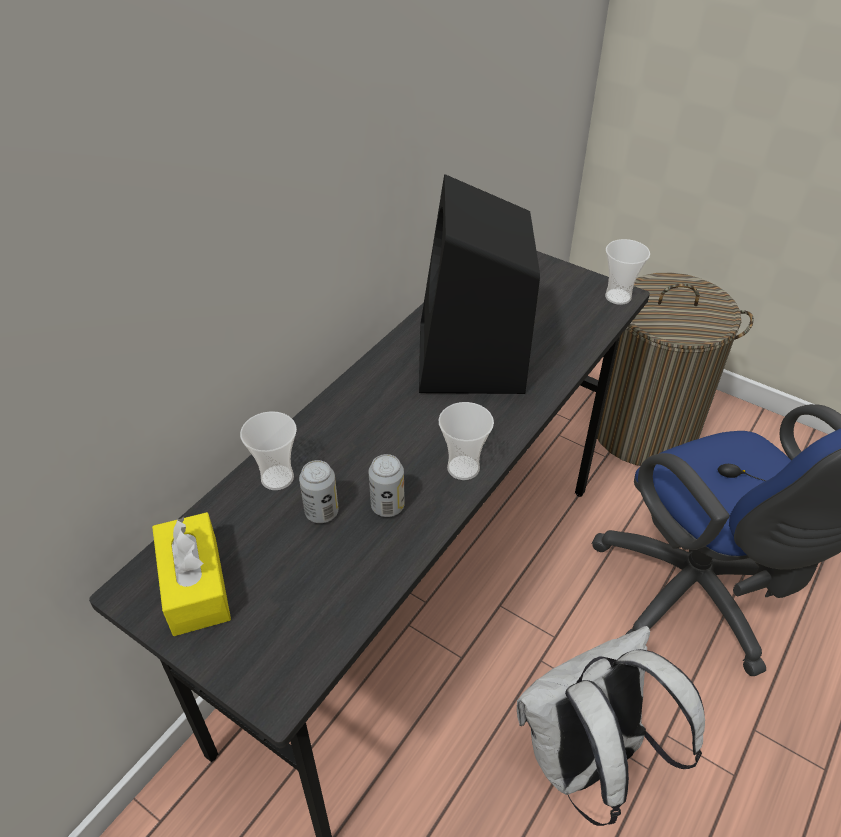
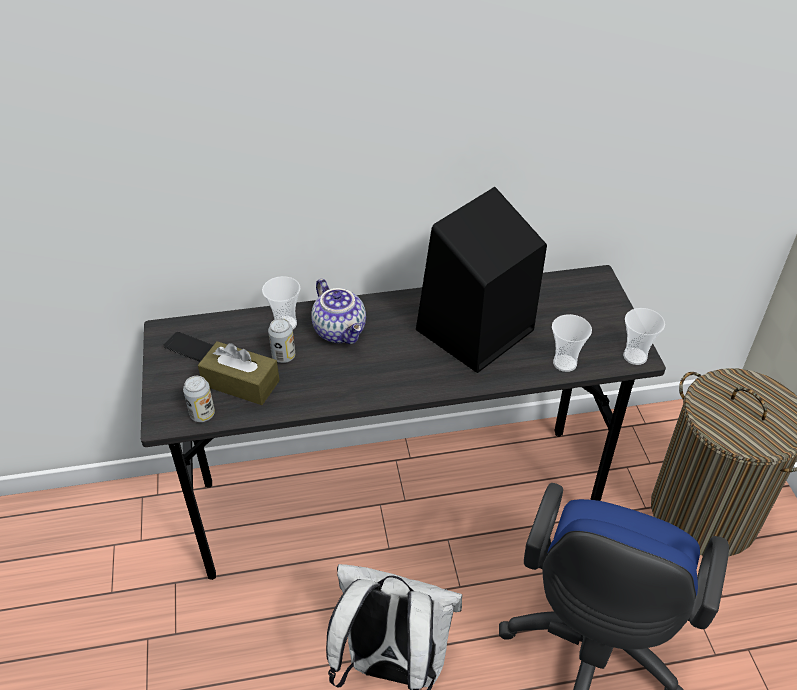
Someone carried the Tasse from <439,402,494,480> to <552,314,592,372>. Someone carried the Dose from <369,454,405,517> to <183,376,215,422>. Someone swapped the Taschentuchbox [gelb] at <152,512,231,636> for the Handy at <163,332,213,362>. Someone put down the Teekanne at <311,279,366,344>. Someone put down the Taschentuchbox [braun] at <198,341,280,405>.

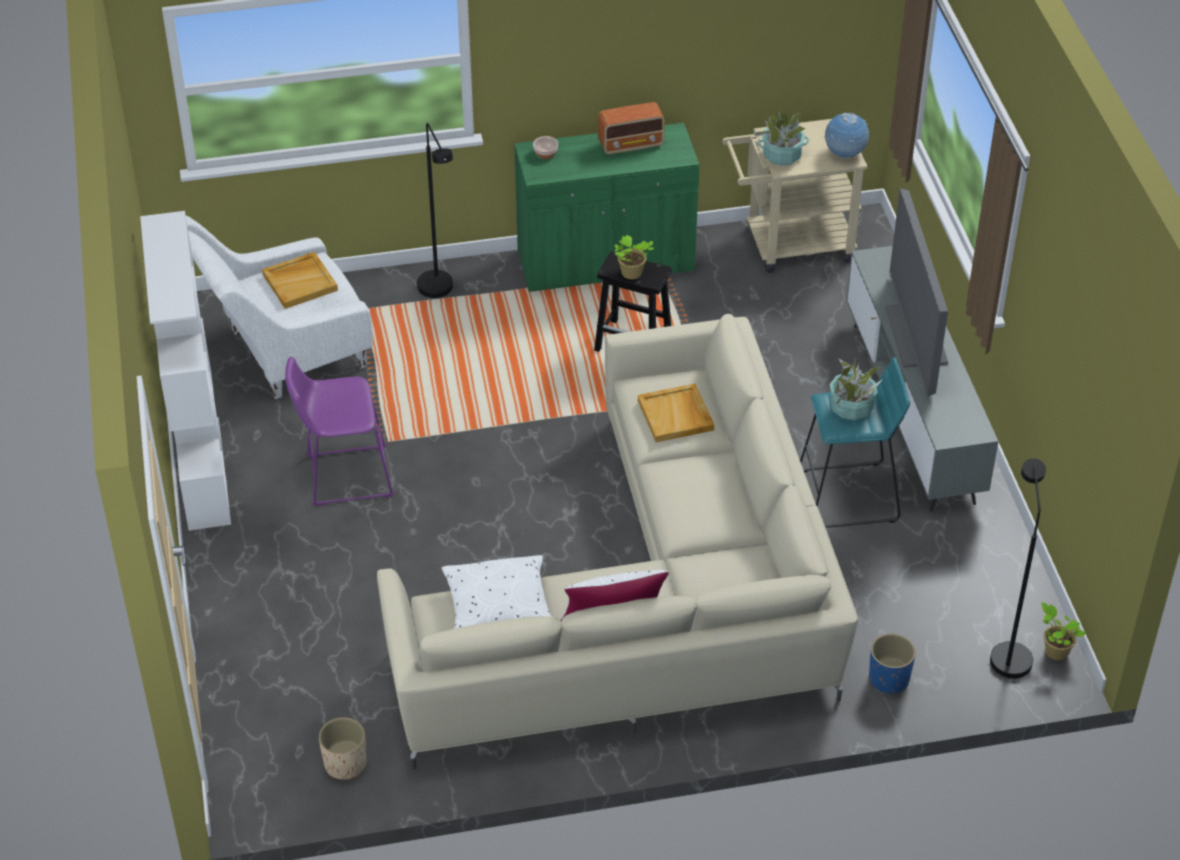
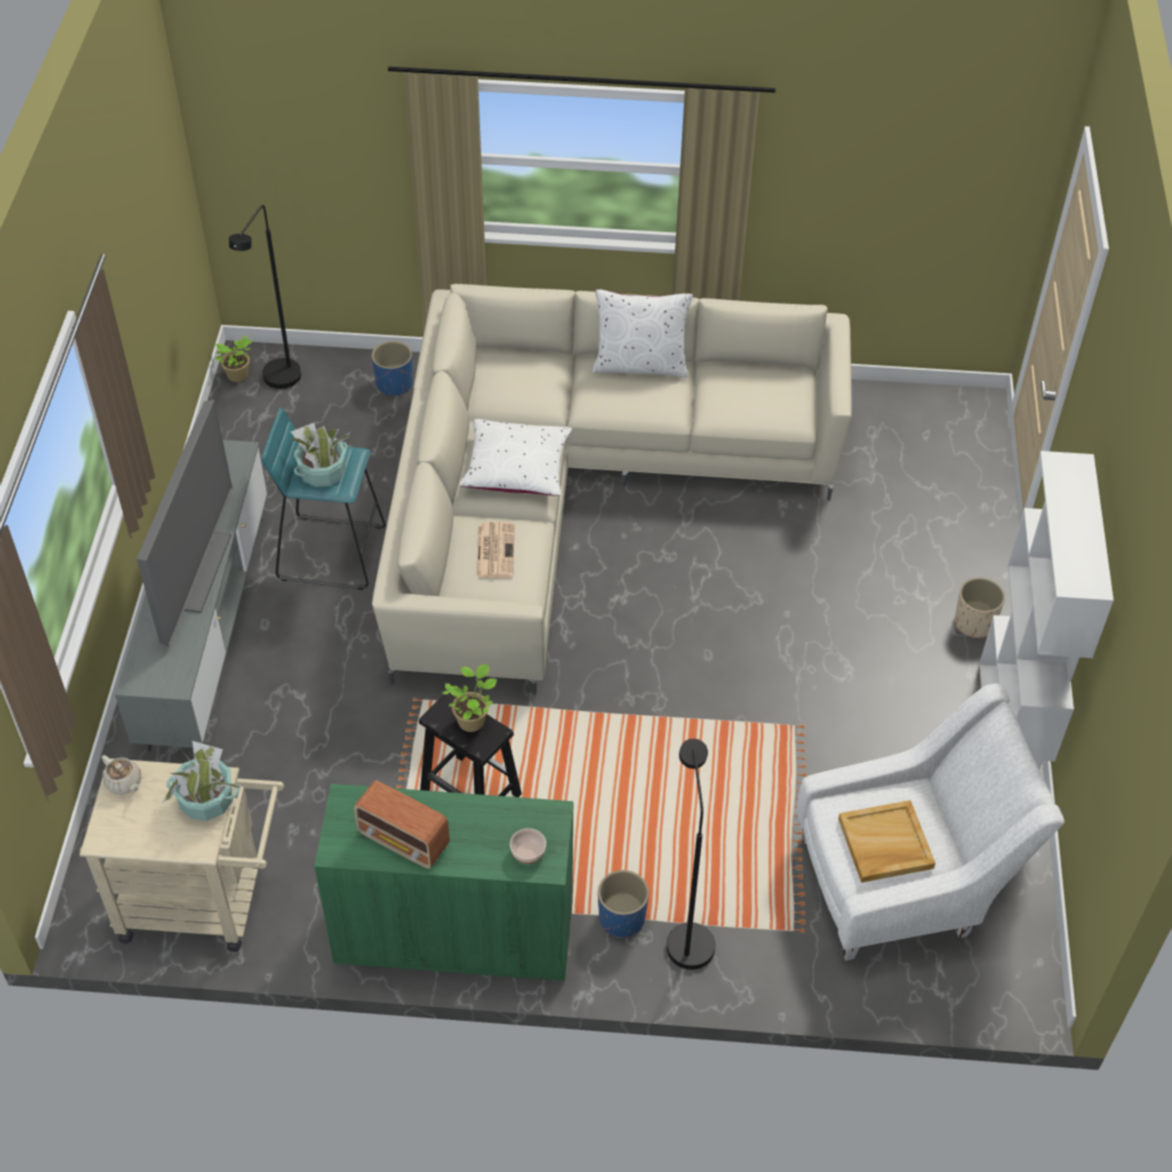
Someone rotated the Radio at <598,102,665,155> by 150 degrees counterclockwise. Someone swapped the Globus at <825,113,869,158> for the Teekanne [beige] at <102,755,142,795>. Someone took away the Hocker [lila] at <285,357,394,506>. Someone swapped the Tablett [beige] at <638,384,714,442> for the Zeitung at <476,522,514,578>. Someone carried the Kissen [weiß] from <442,555,552,629> to <459,419,572,496>. Someone carried the Pflanzkübel [beige] from <319,717,366,780> to <955,578,1005,638>. Someone put down the Pflanzkübel [blau] at <598,870,649,938>.

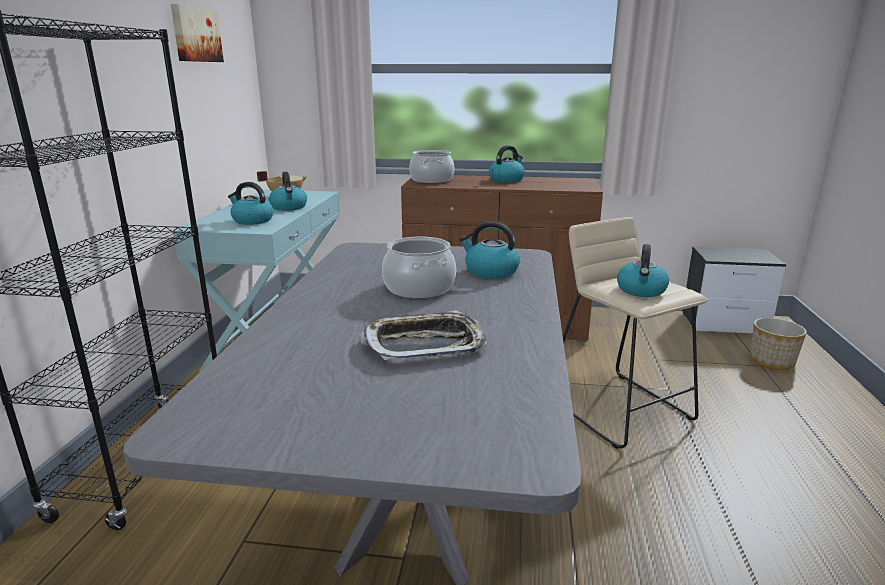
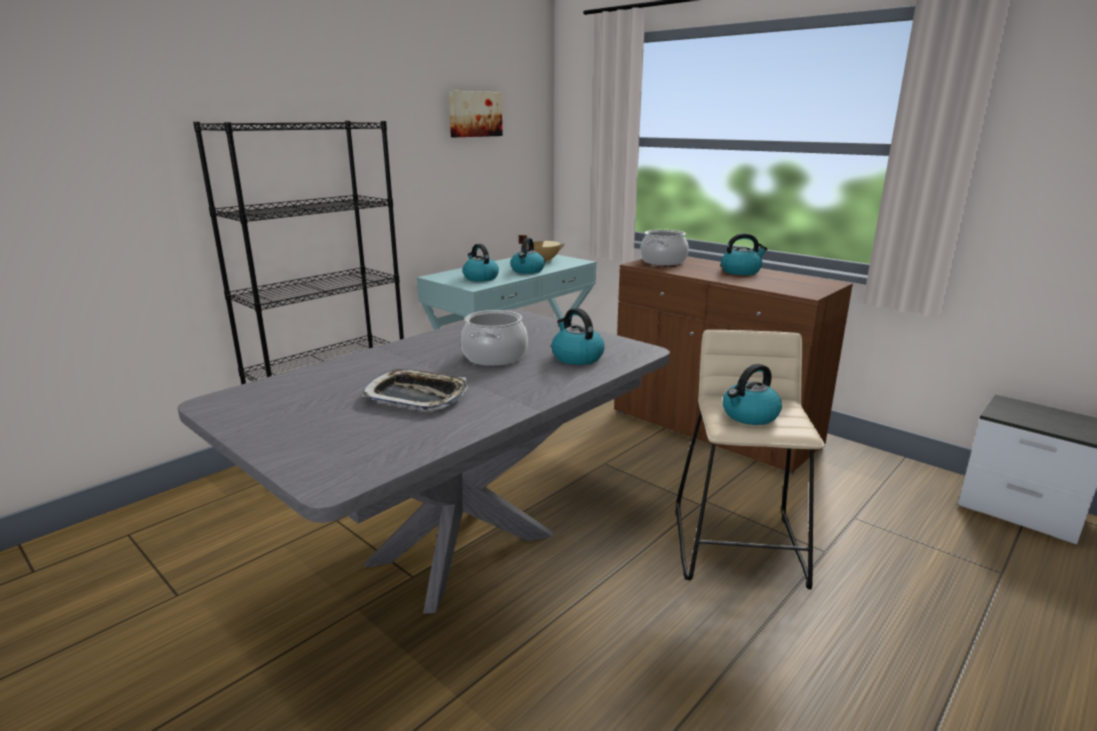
Someone took away the Pflanzkübel at <750,318,807,370>.

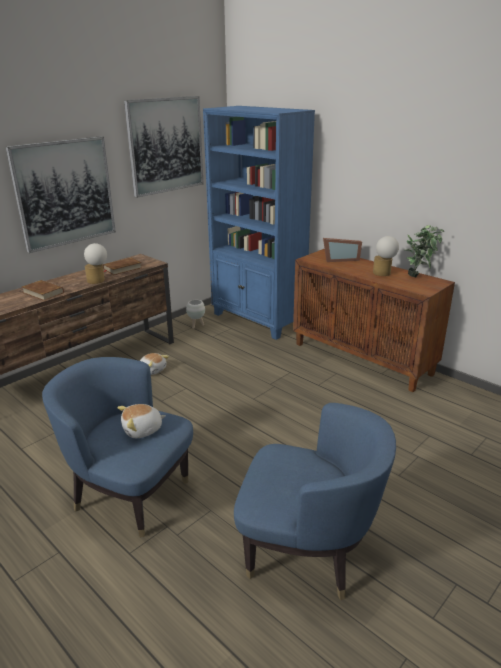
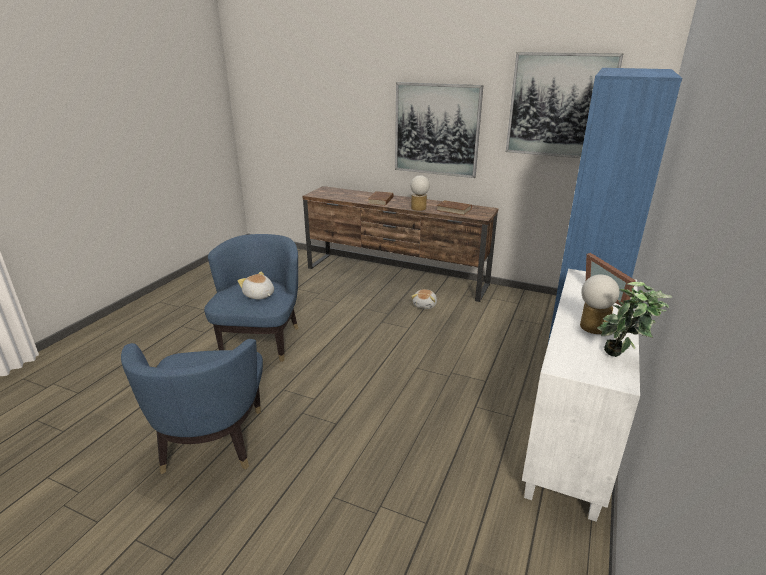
Someone repainted the Schrank [braun] at <293,249,455,392>, which became the Schrank [weiß] at <522,269,640,522>. Someone took away the Pflanzkübel [weiß] at <186,300,205,329>.

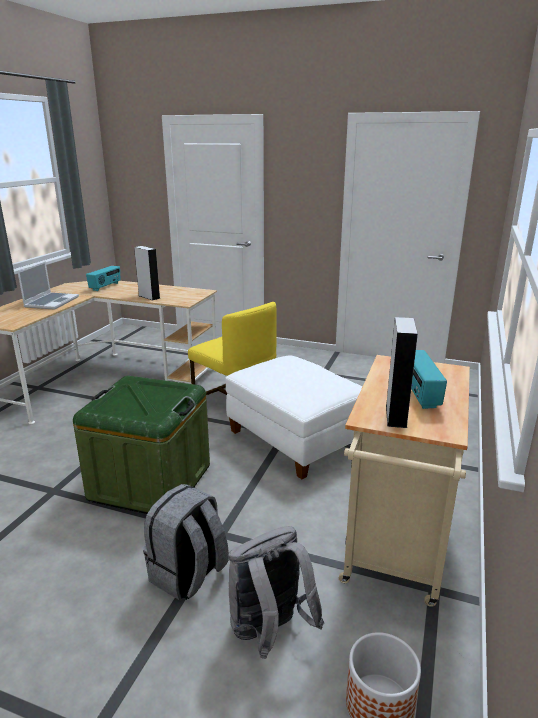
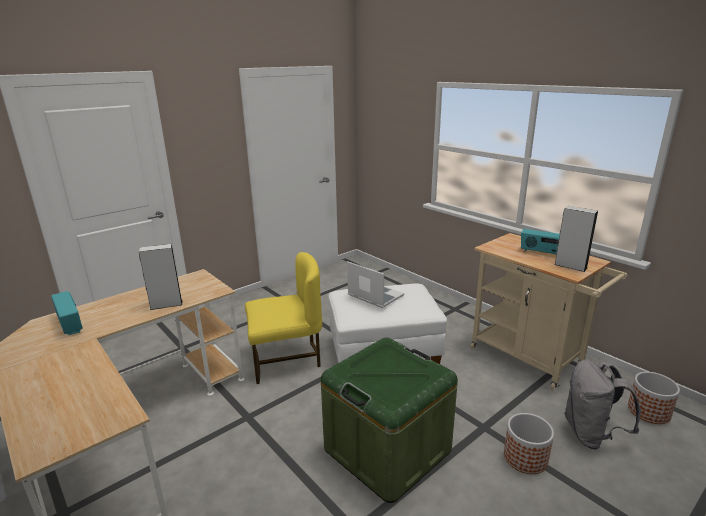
Someone carried the Laptop from <18,261,79,310> to <347,261,404,308>. Someone swapped the Rucksack [grau] at <143,484,229,601> for the Pflanzkübel at <504,413,554,474>.

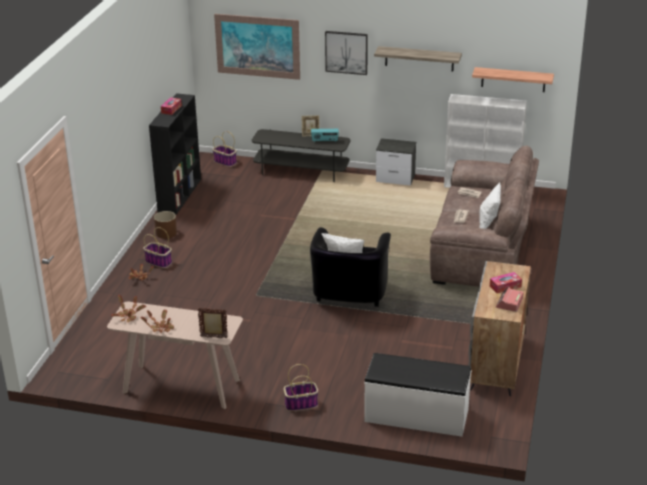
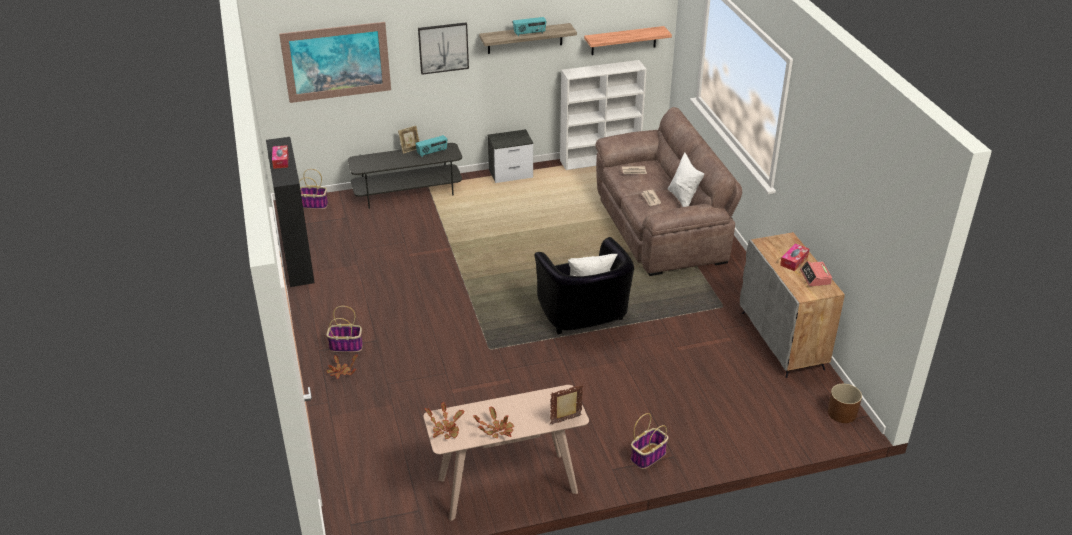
Someone carried the Pflanzkübel [braun] from <154,211,177,239> to <828,384,862,423>. Someone took away the Bank [weiß] at <364,353,472,437>. Someone put down the Radio at <513,17,547,36>.

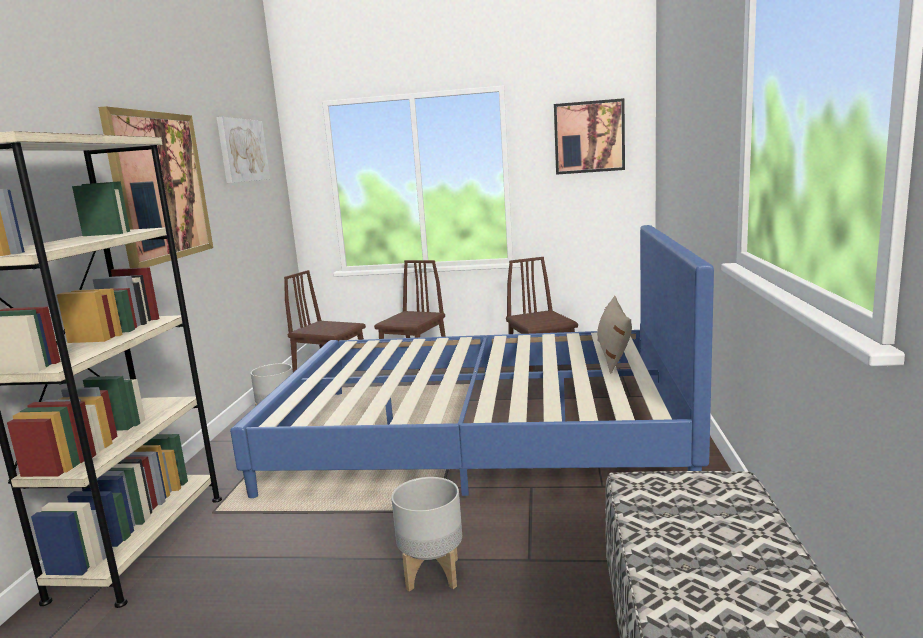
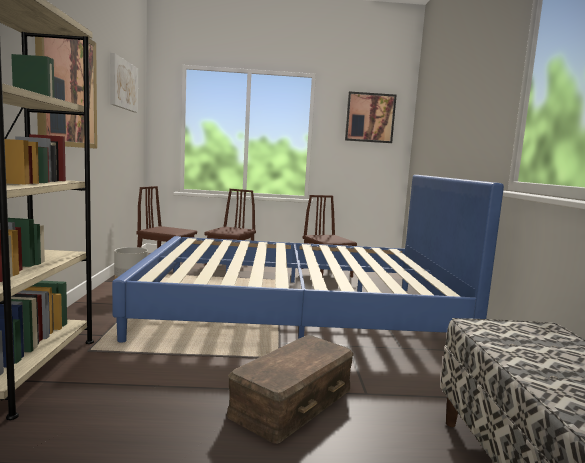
Someone took away the Kissen [beige] at <597,296,632,373>. Someone swapped the Pflanzkübel [grau] at <391,477,462,592> for the Aufbewahrungsbox [braun] at <227,335,354,444>.

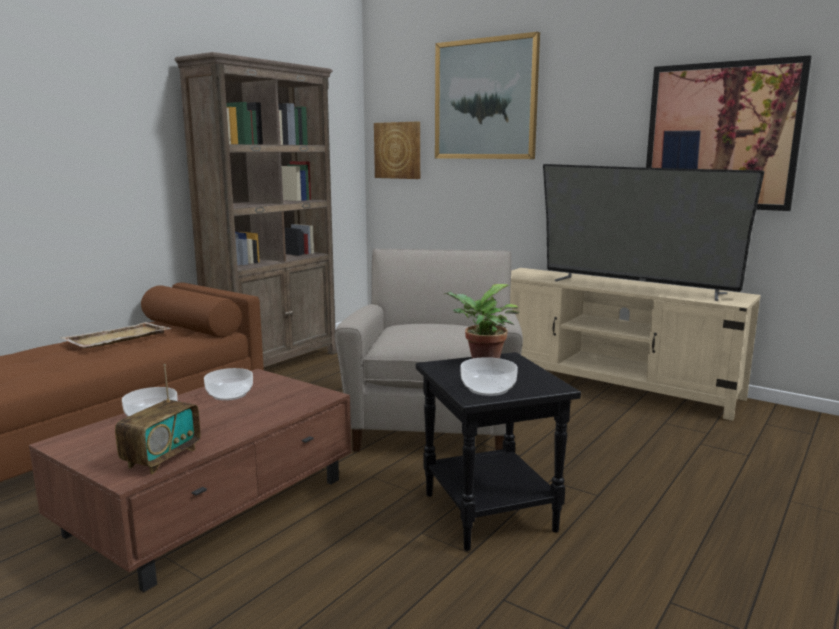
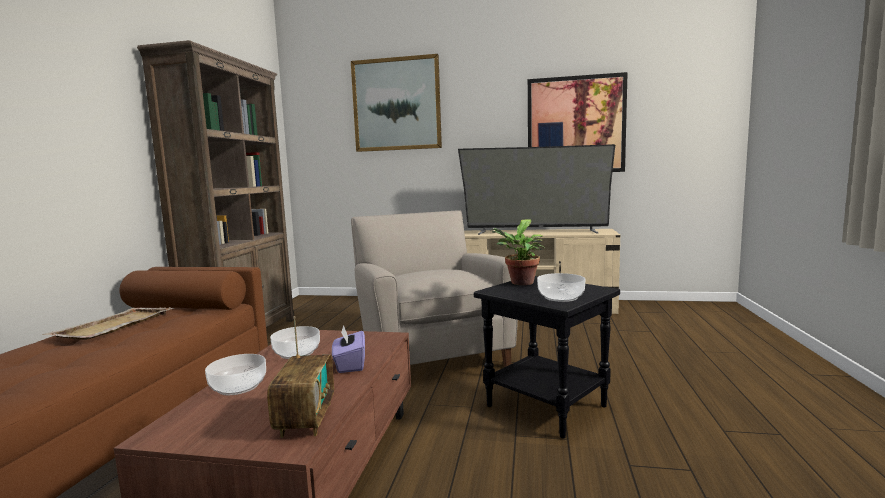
Someone took away the Bild at <374,122,420,179>. Someone put down the Taschentuchbox [lila] at <332,325,365,373>.

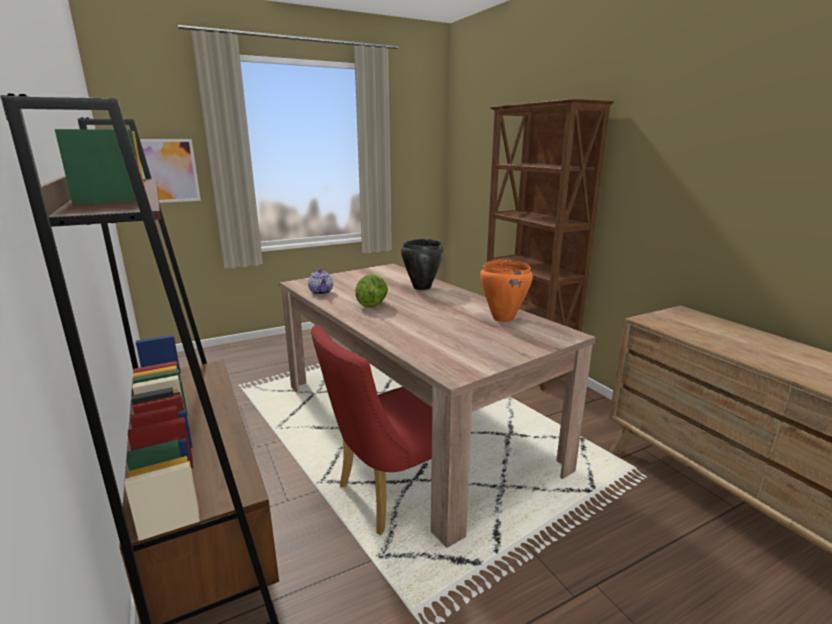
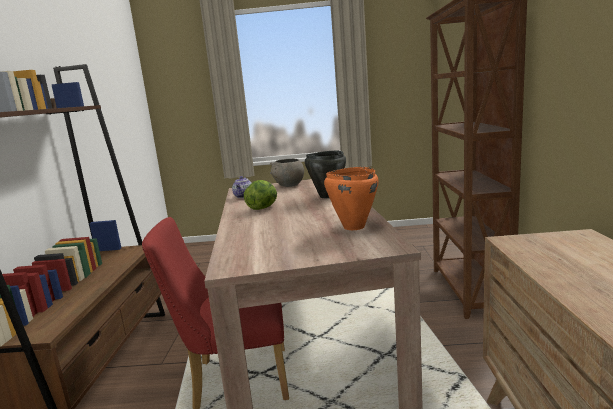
Someone took away the Bild at <140,139,201,203>. Someone put down the Schüssel [grau] at <270,159,304,187>.

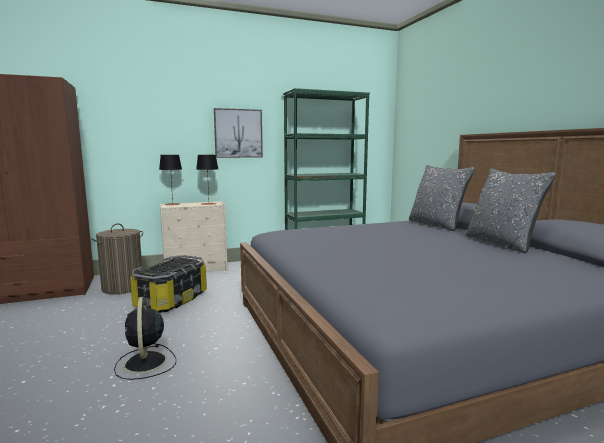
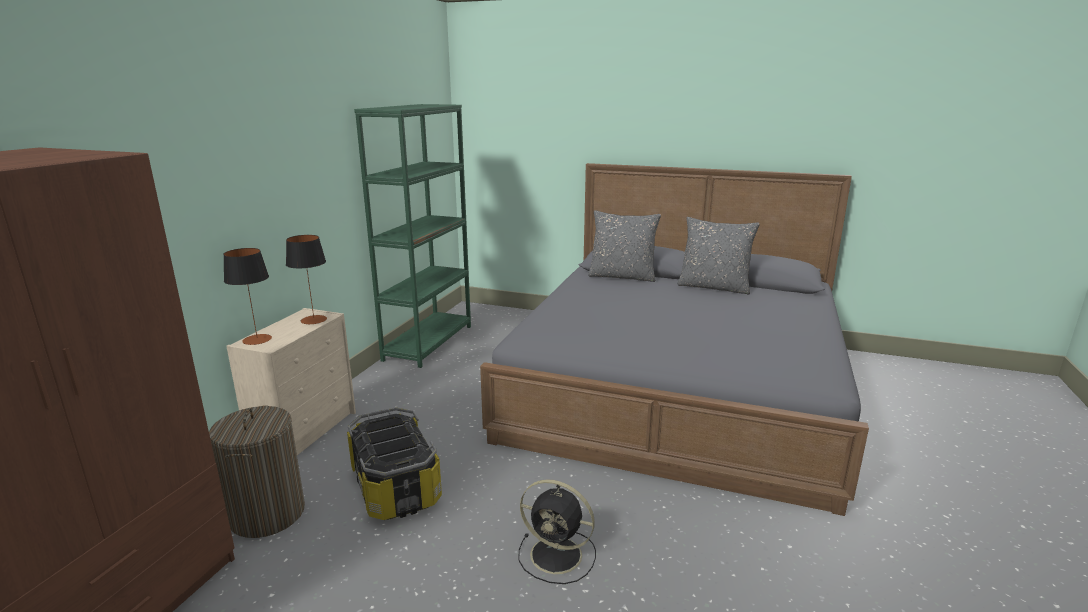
Someone took away the Bild at <214,108,263,158>.

